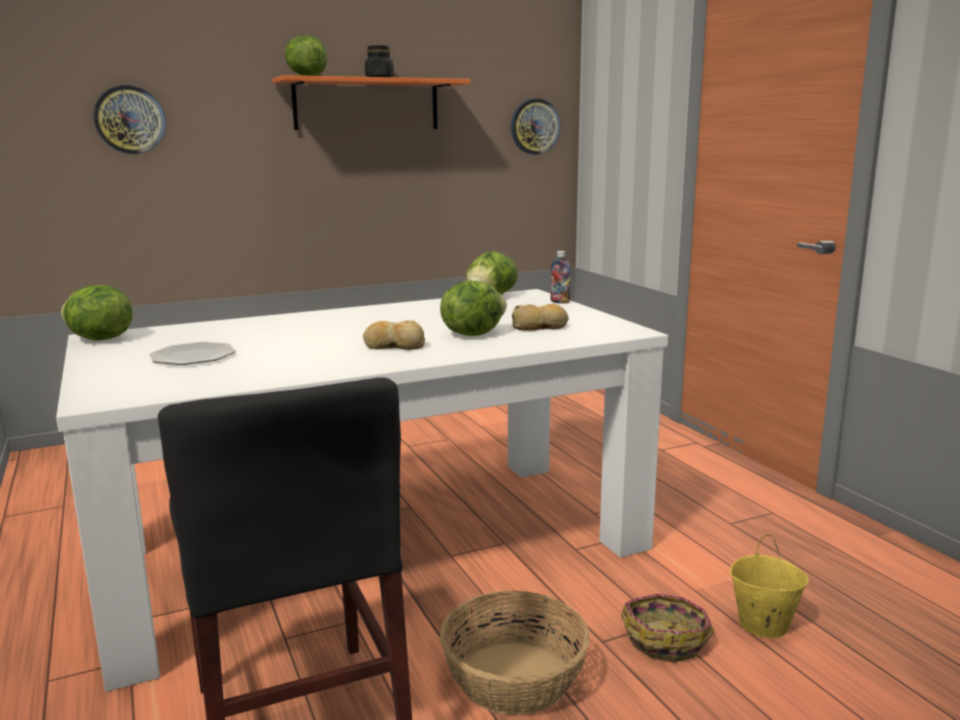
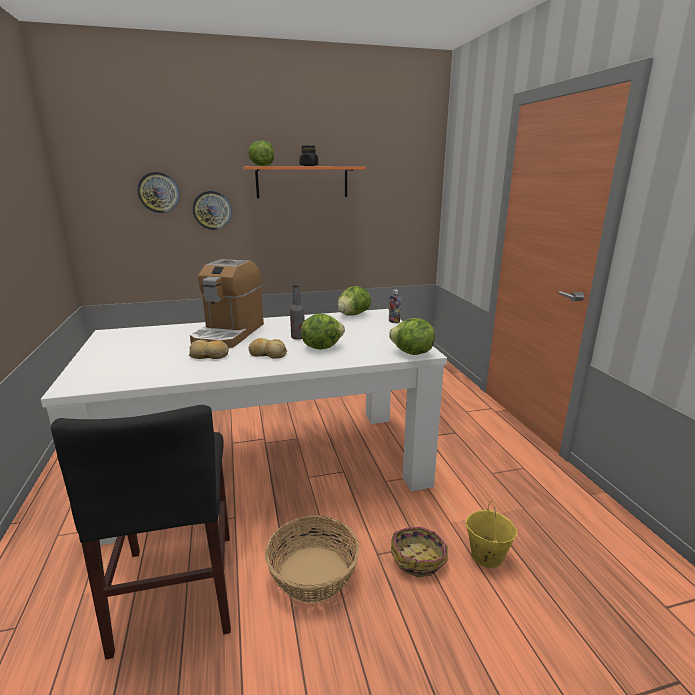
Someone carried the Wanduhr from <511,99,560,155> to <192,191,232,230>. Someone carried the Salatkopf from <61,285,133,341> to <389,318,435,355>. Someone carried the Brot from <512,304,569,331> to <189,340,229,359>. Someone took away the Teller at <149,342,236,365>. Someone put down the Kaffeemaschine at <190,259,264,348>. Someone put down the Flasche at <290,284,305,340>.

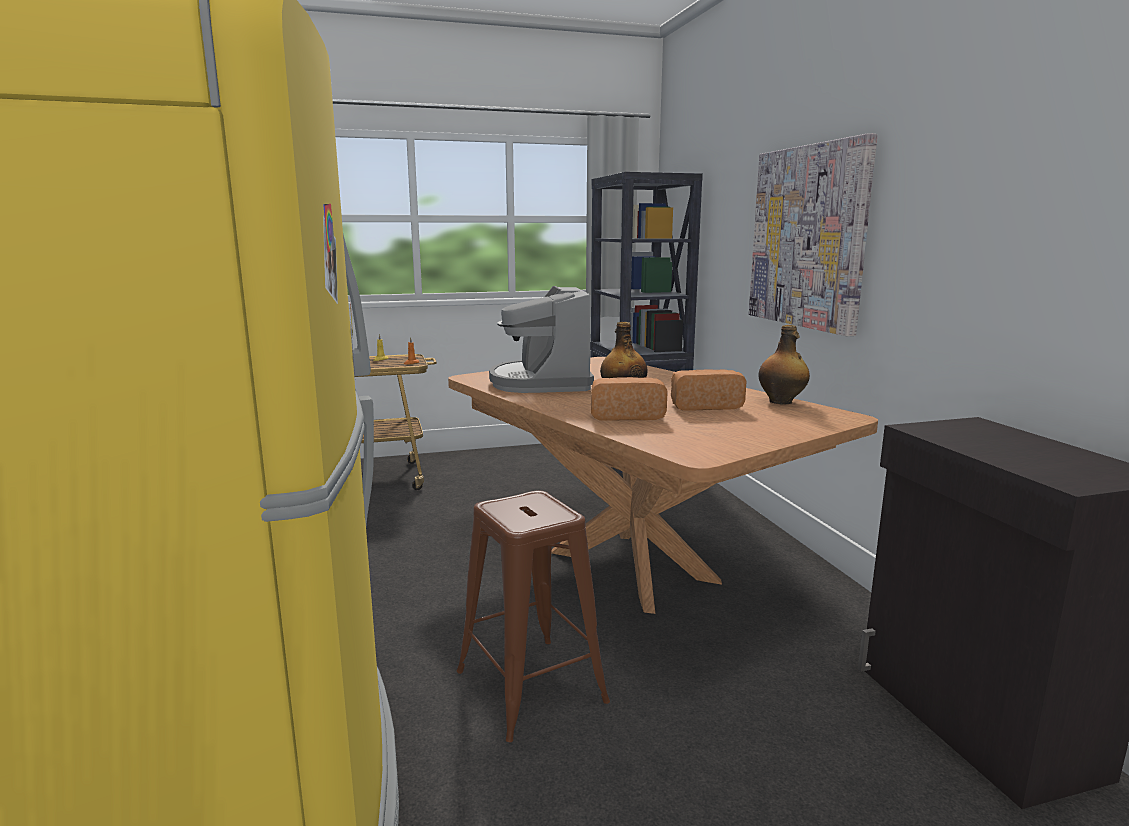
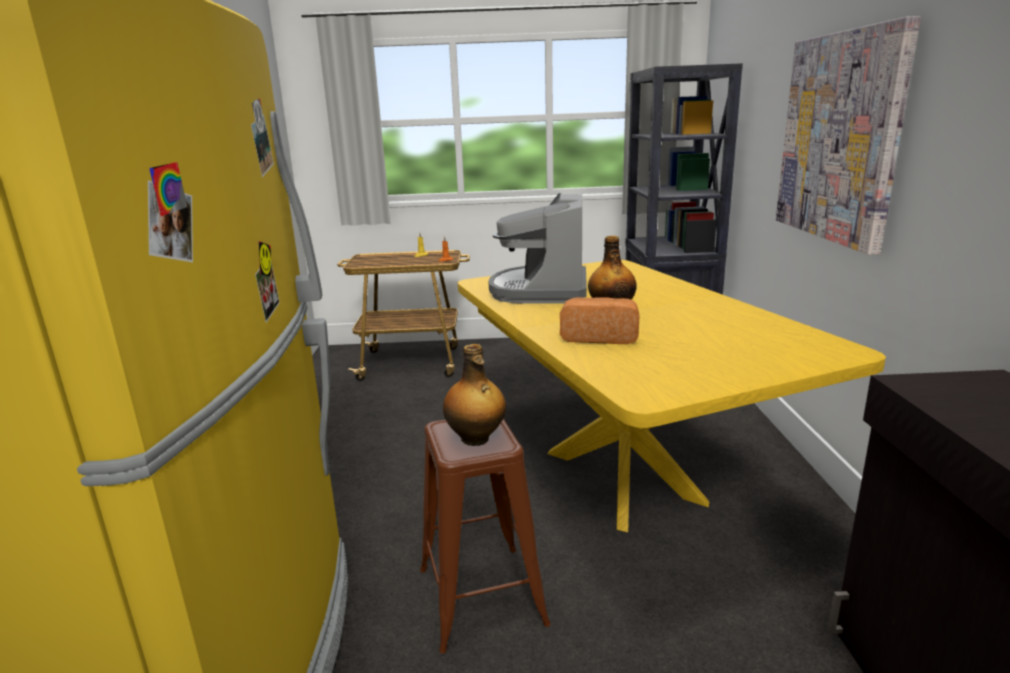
Someone carried the Flasche from <759,325,810,404> to <443,344,506,446>. Someone repainted the Esstisch [braun] at <448,357,878,614>, which became the Esstisch [gelb] at <458,260,886,532>. Someone took away the Brot at <671,369,746,411>.

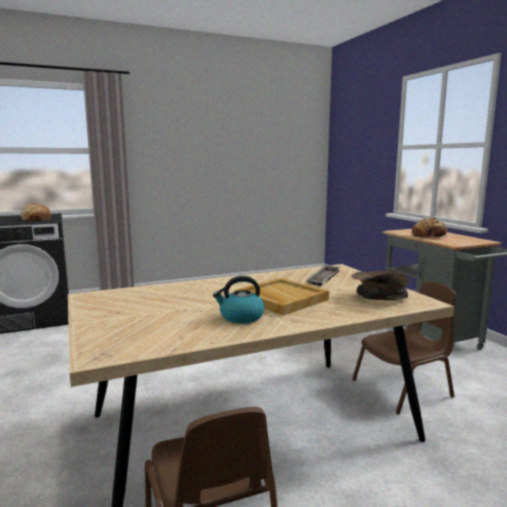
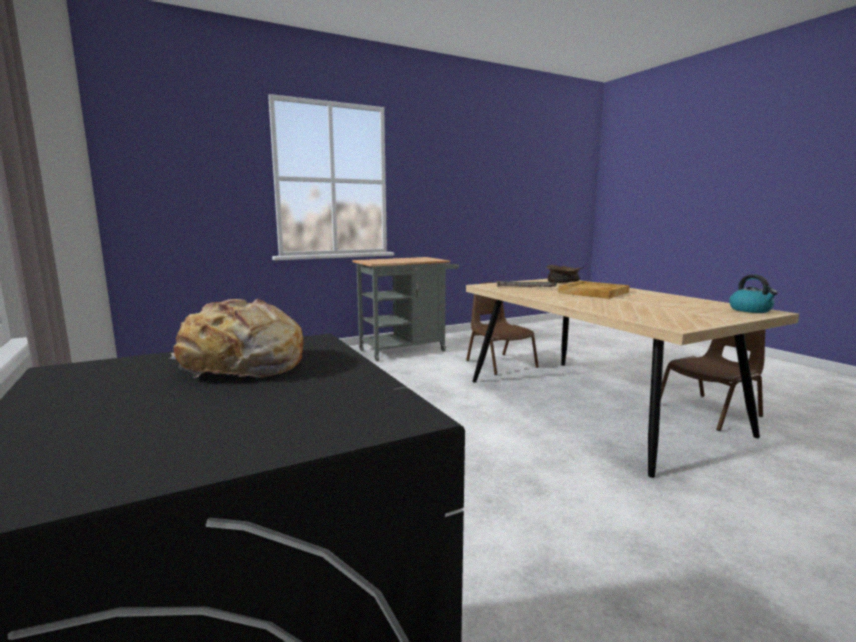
Someone took away the Brot at <412,218,447,238>. Someone carried the Wasserkessel from <213,276,265,324> to <729,274,778,313>.

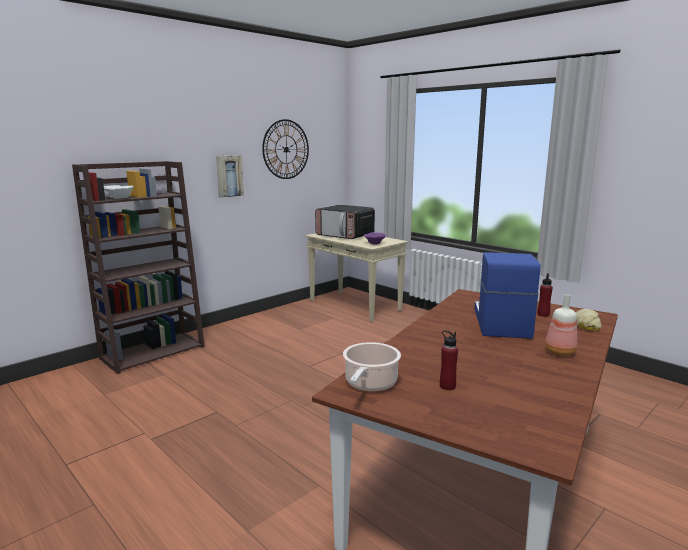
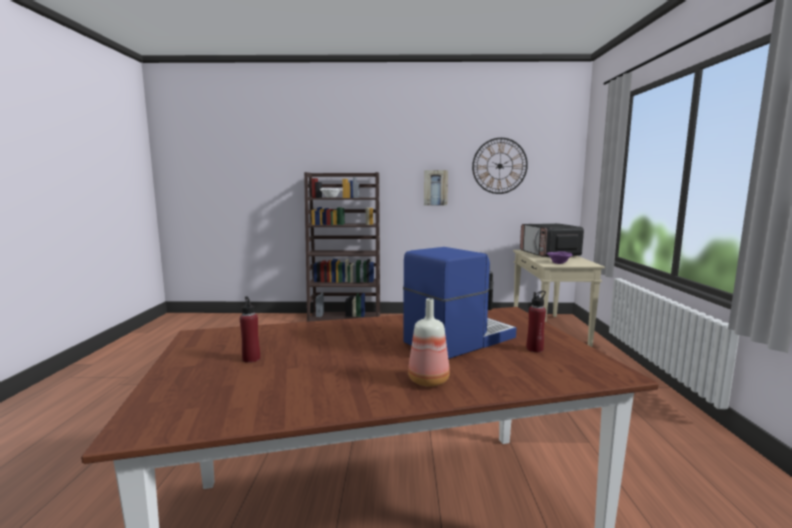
Someone took away the Brot at <576,309,602,331>. Someone took away the Kochtopf at <343,342,401,392>.

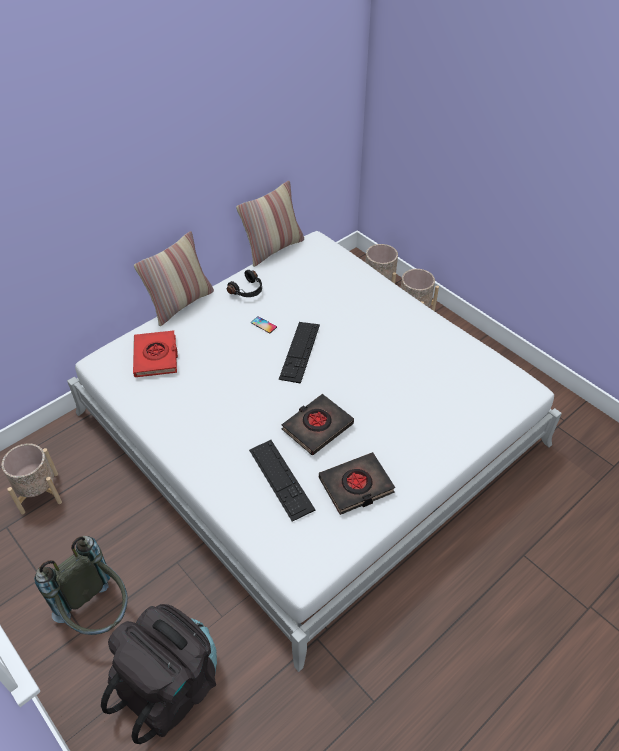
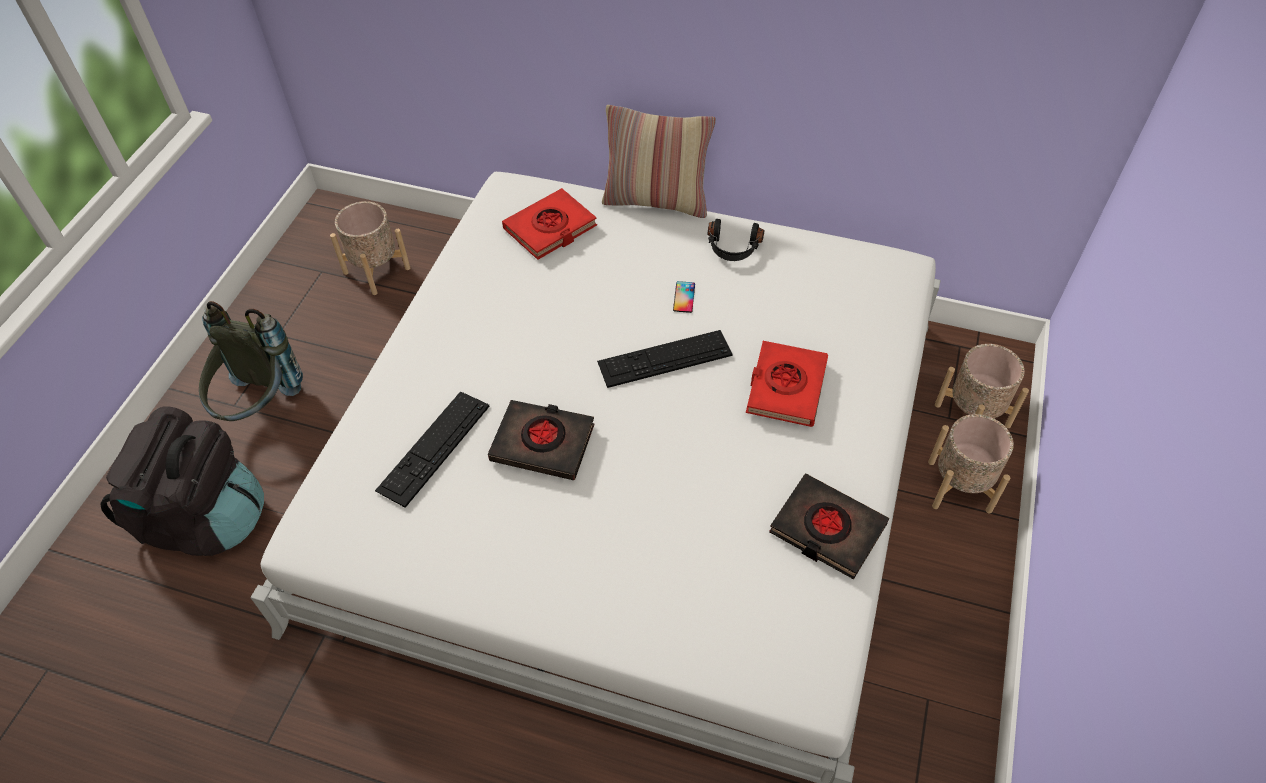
Someone took away the Kissen at <236,181,304,267>. Someone carried the Buch [schwarz] from <319,452,395,515> to <769,474,889,579>. Someone put down the Buch [rot] at <746,341,828,427>.

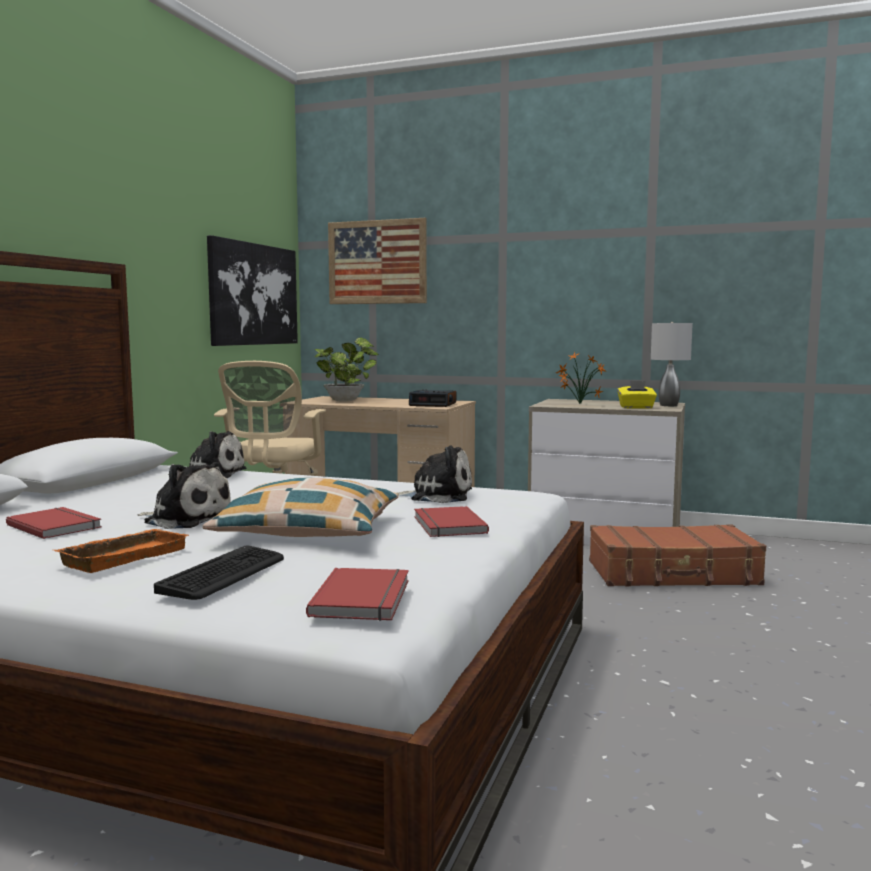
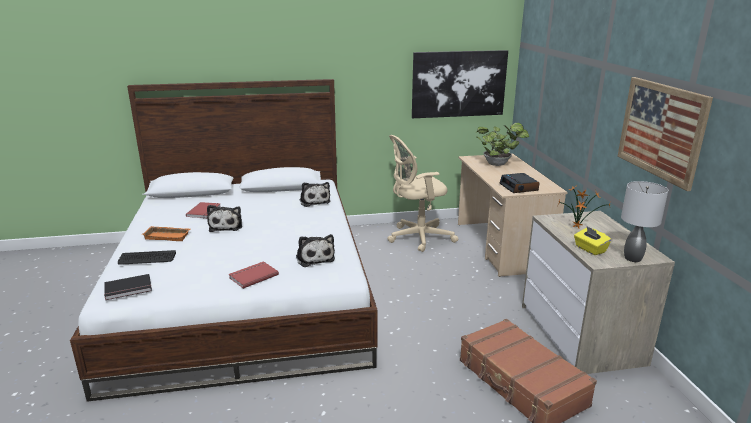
Someone carried the Bild from <328,218,427,304> to <618,77,713,191>. Someone took away the Kissen at <202,478,399,537>. Someone repainted the Buch [rot] at <306,568,409,621>, which became the Buch [schwarz] at <104,274,152,300>.

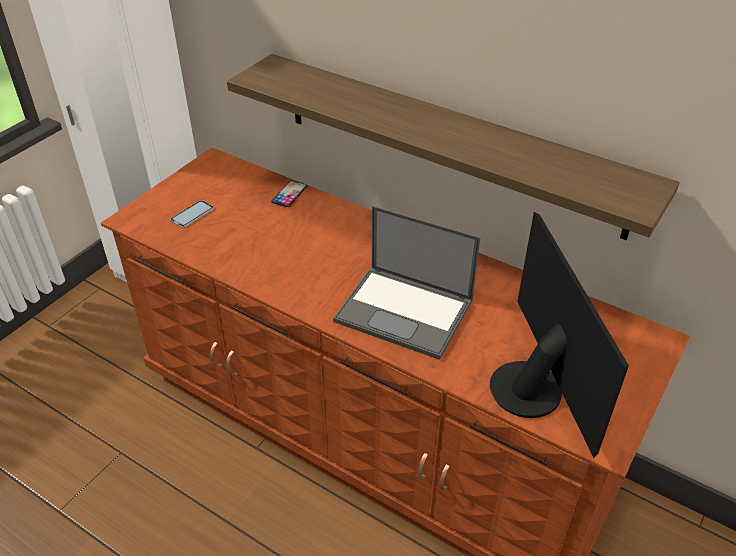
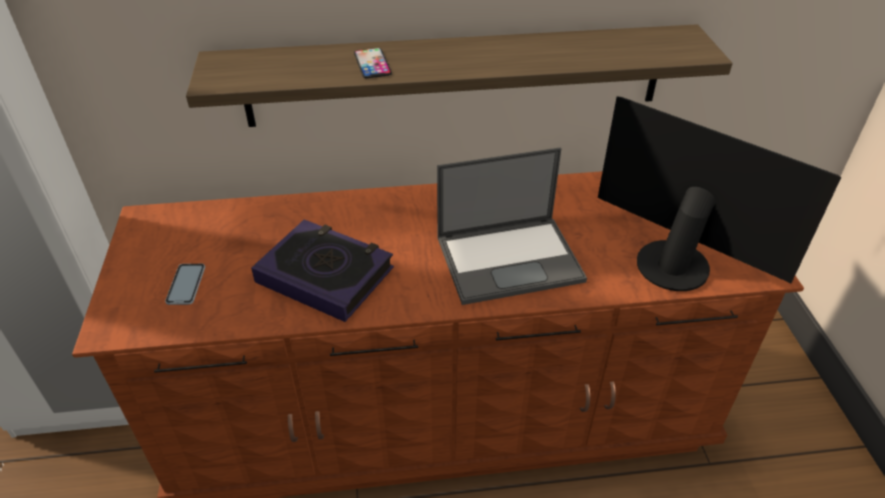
Someone carried the Handy from <271,181,307,207> to <354,48,392,78>. Someone put down the Buch at <251,219,394,322>.

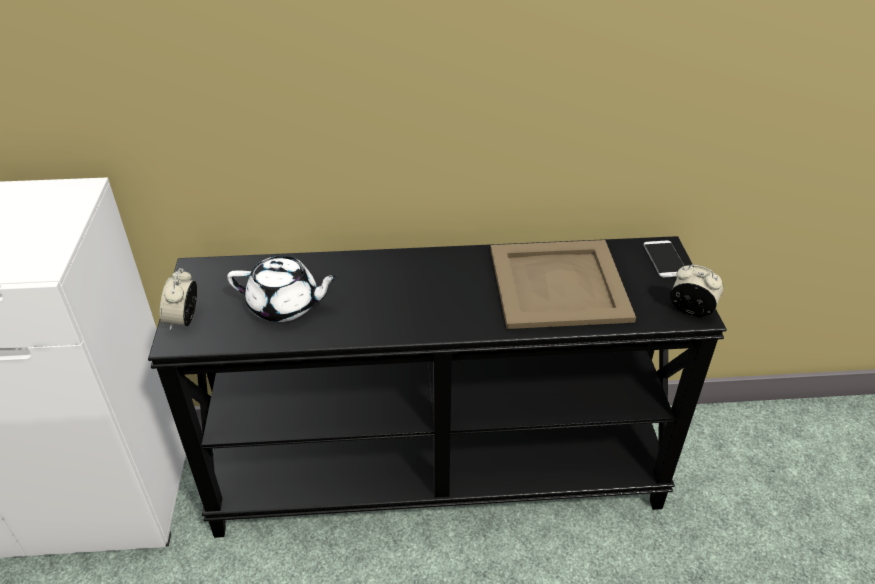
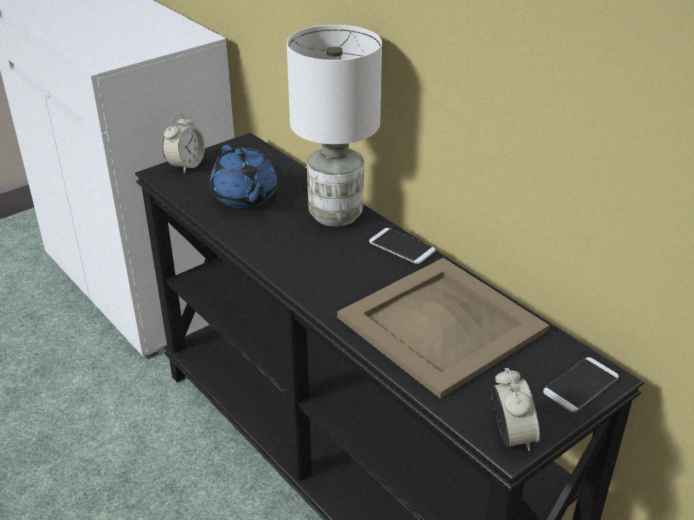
Someone repainted the Teekanne [weiß] at <227,256,339,322>, which became the Teekanne [blau] at <210,145,278,208>. Someone rotated the Wecker at <160,268,197,331> by 150 degrees clockwise. Someone put down the Tischlampe [weiß] at <287,25,382,227>. Someone put down the Handy at <369,228,436,264>.

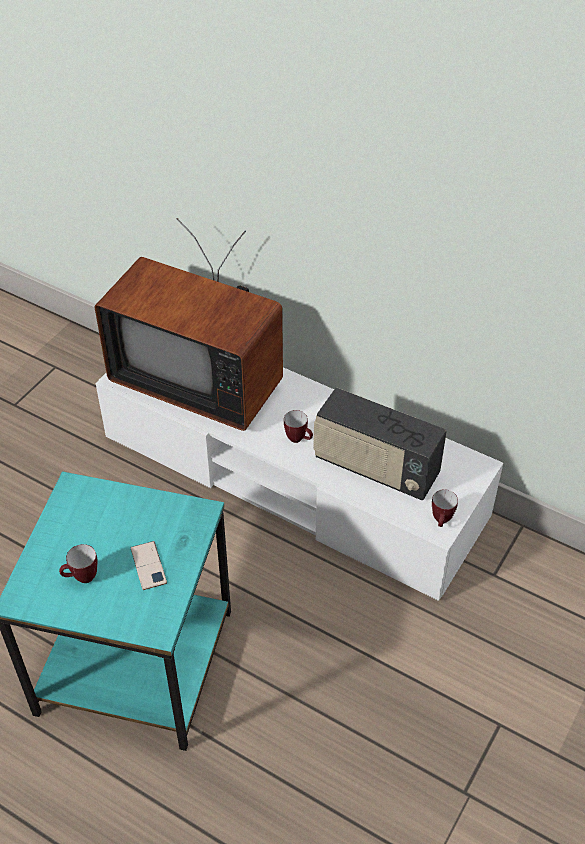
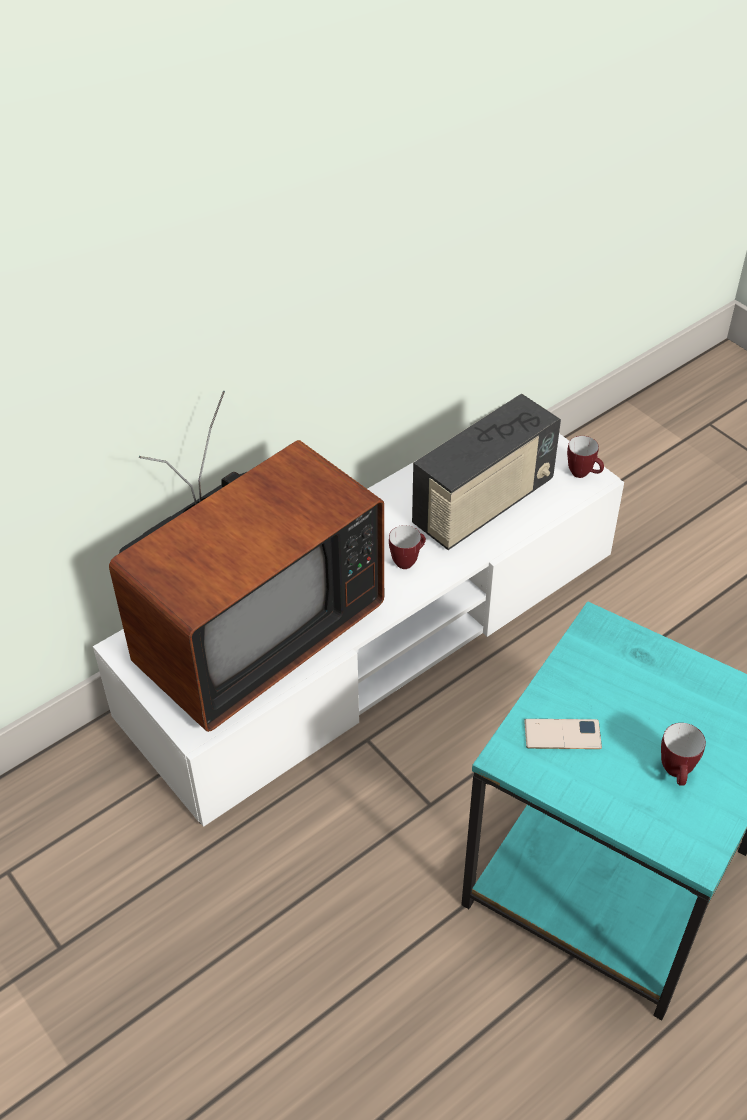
Someone carried the Handy from <131,541,167,590> to <524,719,602,749>.

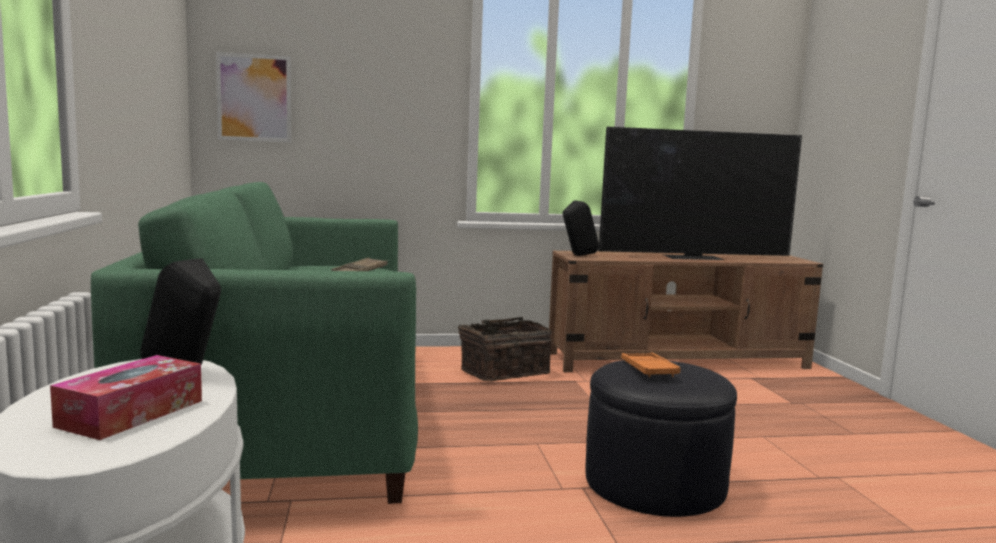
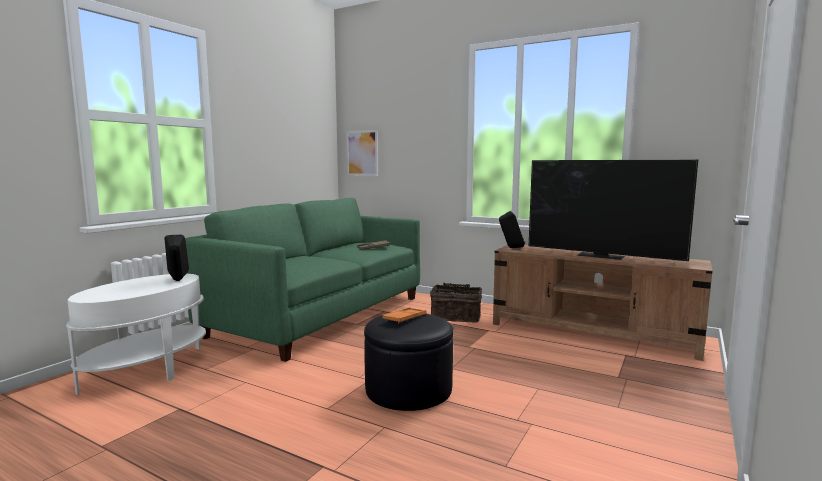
Someone took away the Taschentuchbox at <50,355,202,440>.

